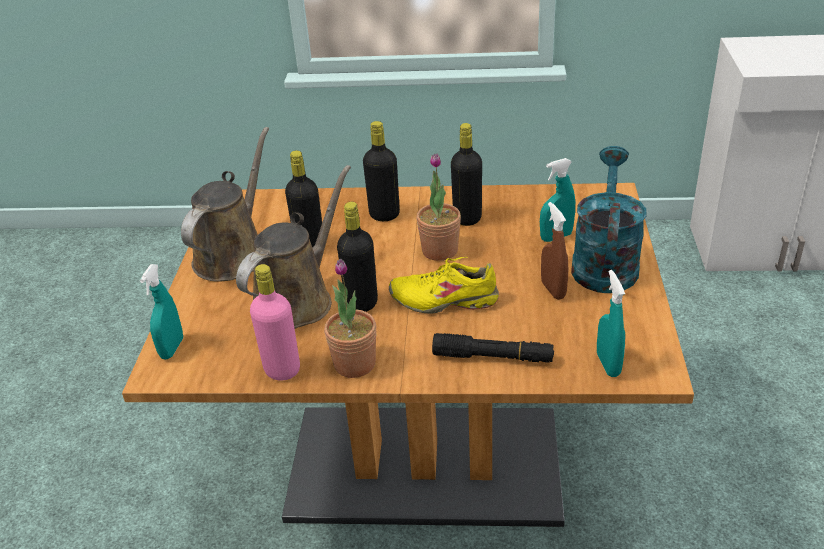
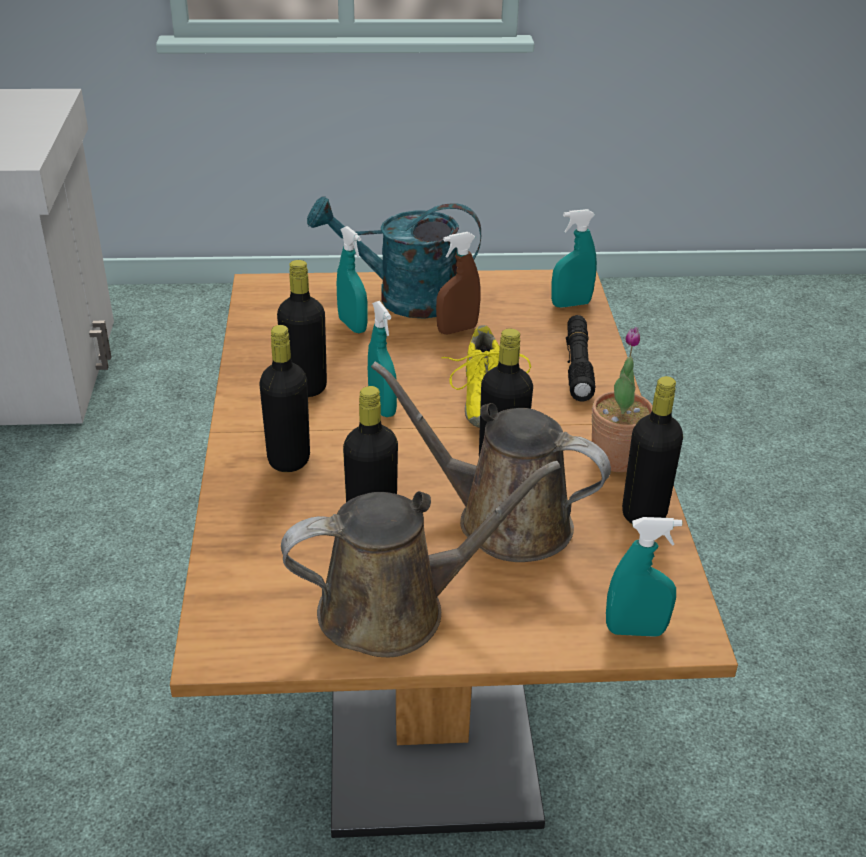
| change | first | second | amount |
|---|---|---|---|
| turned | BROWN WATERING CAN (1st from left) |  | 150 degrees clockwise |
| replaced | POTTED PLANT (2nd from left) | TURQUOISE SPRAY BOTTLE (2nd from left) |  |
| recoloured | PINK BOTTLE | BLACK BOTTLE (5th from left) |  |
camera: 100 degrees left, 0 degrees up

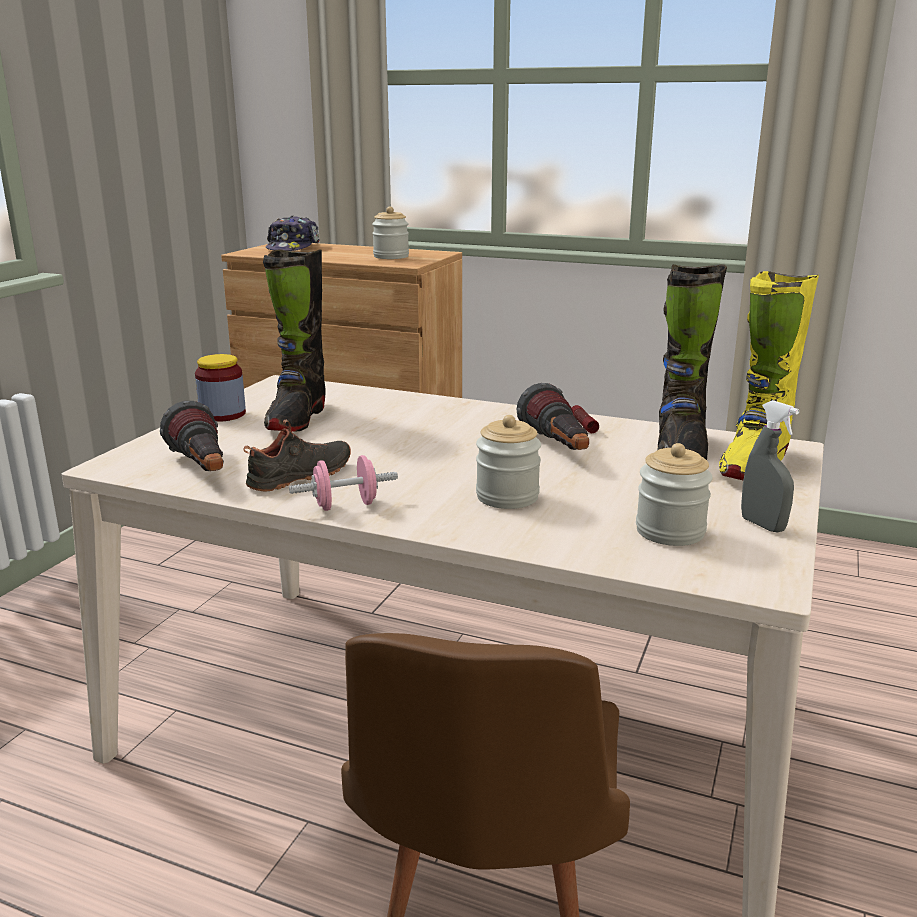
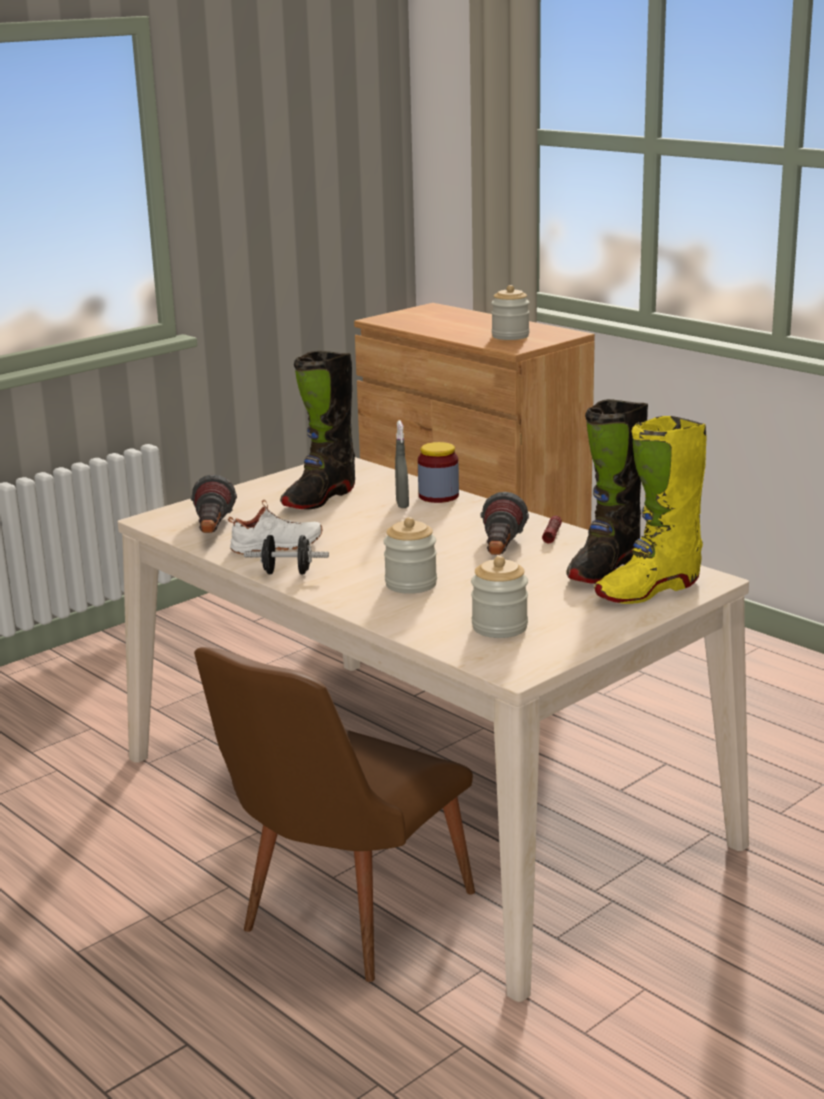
| change | first | second | amount |
|---|---|---|---|
| recoloured | BLACK SHOE | WHITE SHOE |  |
| recoloured | PINK DUMBBELL | BLACK DUMBBELL |  |
| moved | GREY SPRAY BOTTLE |  |  |
| moved | JAR (1st from left in the first image) | JAR (2nd from left) |  |
| removed | CAP |  |  |
camera: 25 degrees right, 0 degrees up

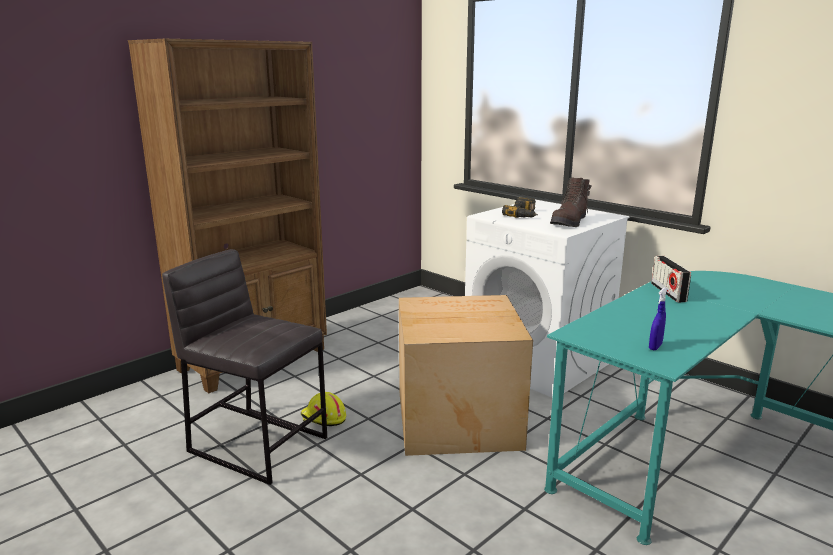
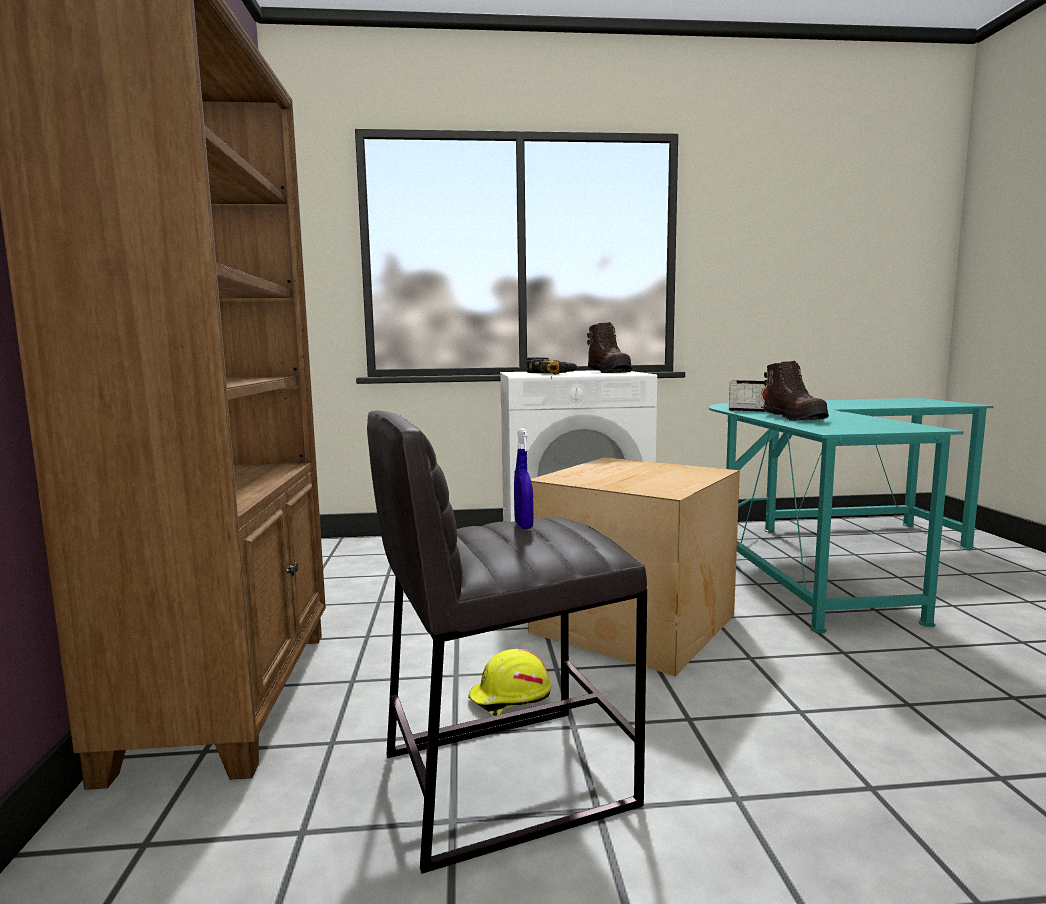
| change | first | second | amount |
|---|---|---|---|
| moved | BLUE SPRAY BOTTLE |  |  |
| added |  | BROWN BOOT (2nd from left) |  |
camera: 50 degrees left, 10 degrees down

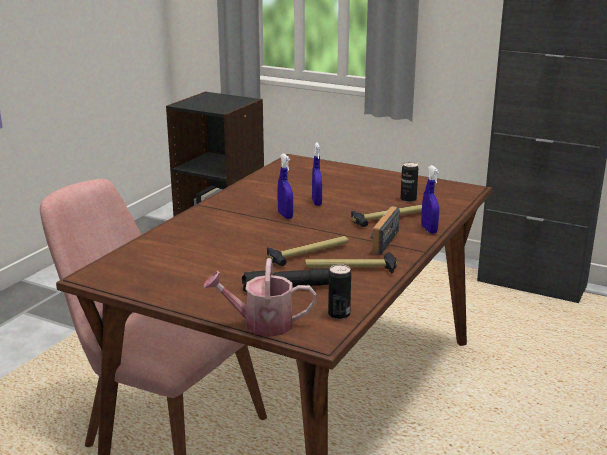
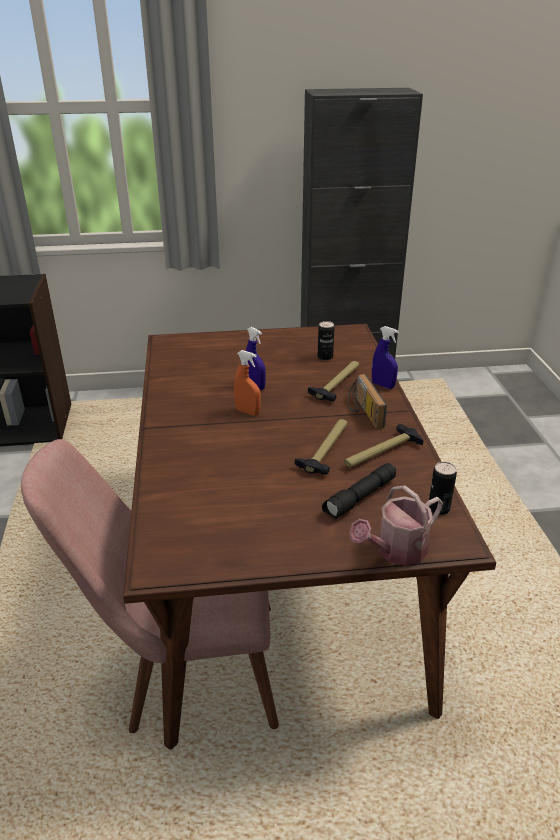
| change | first | second | amount |
|---|---|---|---|
| recoloured | BLUE SPRAY BOTTLE (1st from left) | ORANGE SPRAY BOTTLE |  |
camera: 35 degrees left, 10 degrees up

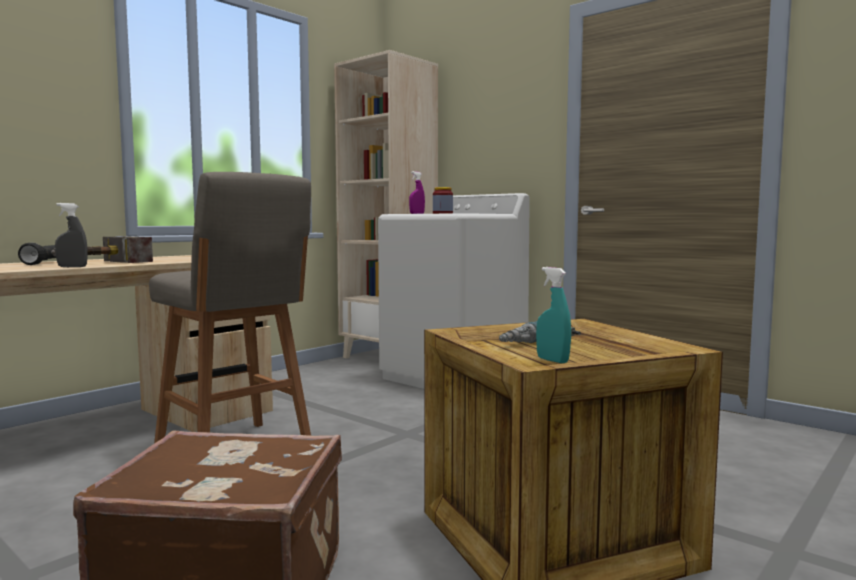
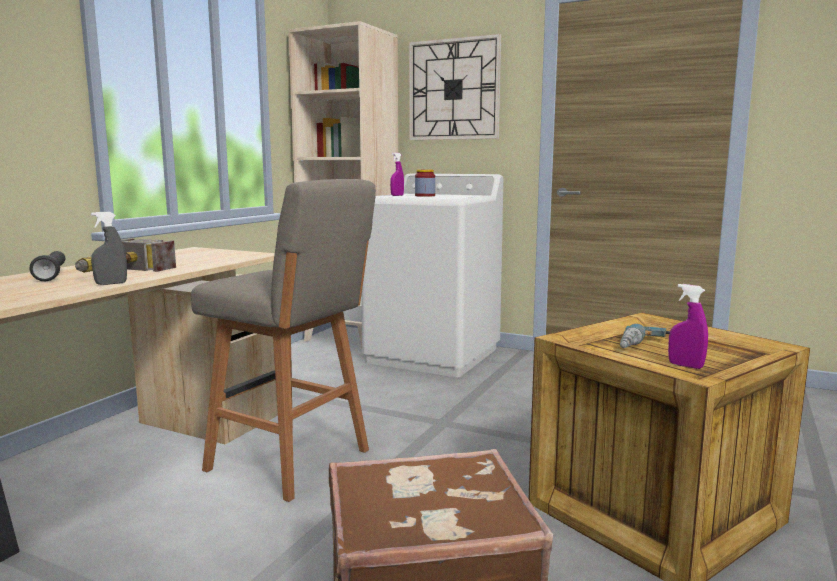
| change | first | second | amount |
|---|---|---|---|
| added |  | WALL CLOCK |  |
| recoloured | TURQUOISE SPRAY BOTTLE | PURPLE SPRAY BOTTLE (2nd from left) |  |
camera: 15 degrees left, 5 degrees up

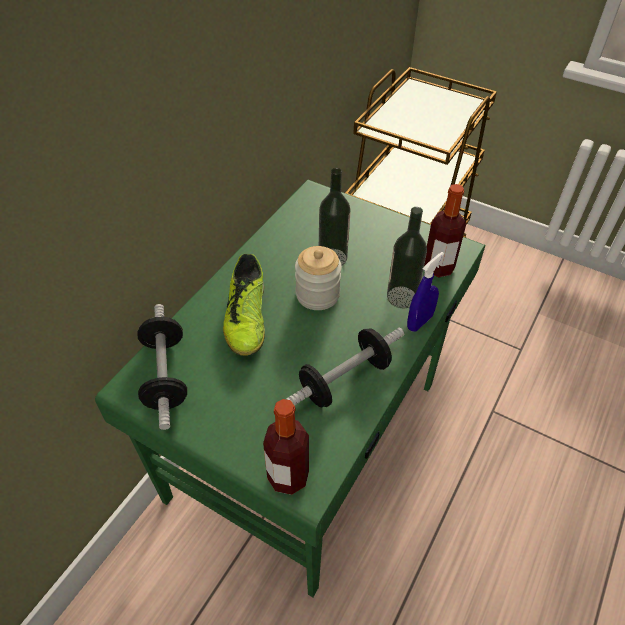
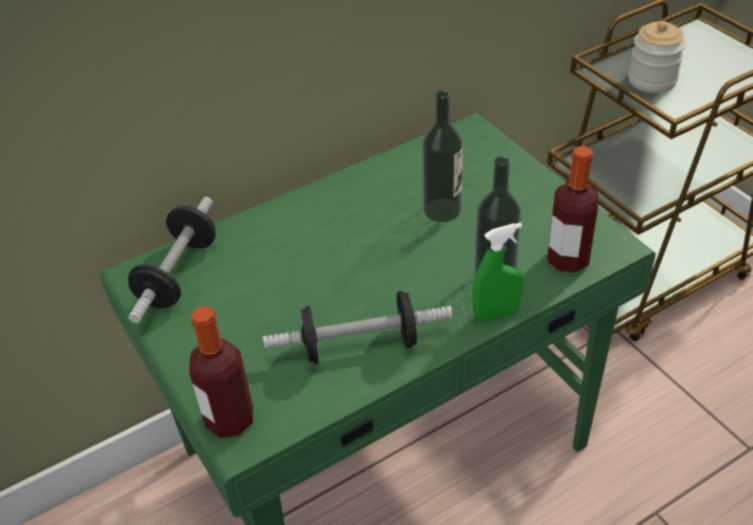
| change | first | second | amount |
|---|---|---|---|
| recoloured | BLUE SPRAY BOTTLE | GREEN SPRAY BOTTLE |  |
| moved | JAR |  |  |
| removed | SHOE |  |  |
camera: 30 degrees right, 5 degrees down

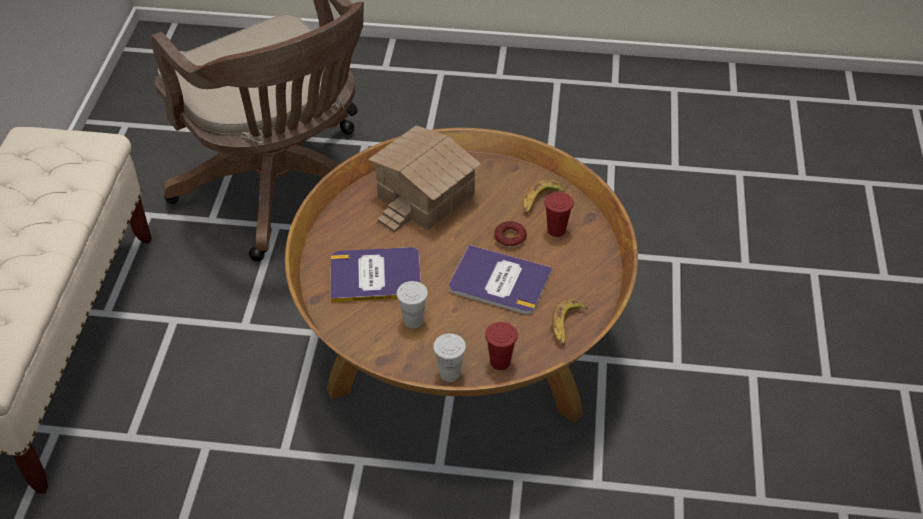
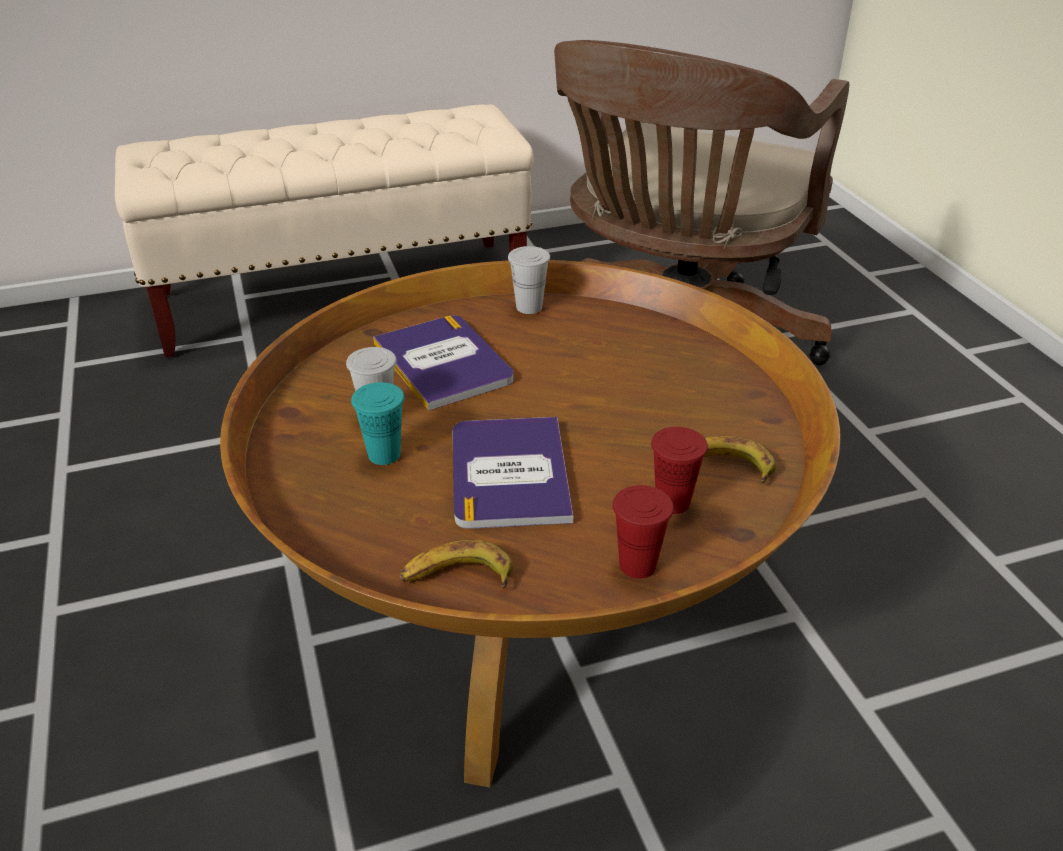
| change | first | second | amount |
|---|---|---|---|
| added |  | TURQUOISE CUP |  |
| moved | WHITE CUP (2nd from left) |  |  |
| moved | RED CUP (1st from left) |  |  |
| removed | TOY HOUSE |  |  |
| removed | DONUT |  |  |
camera: 65 degrees right, 10 degrees down

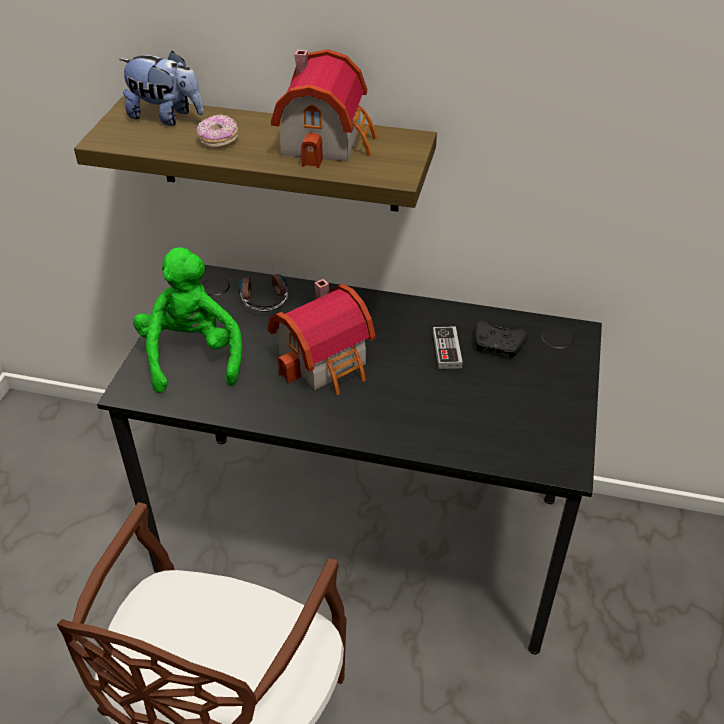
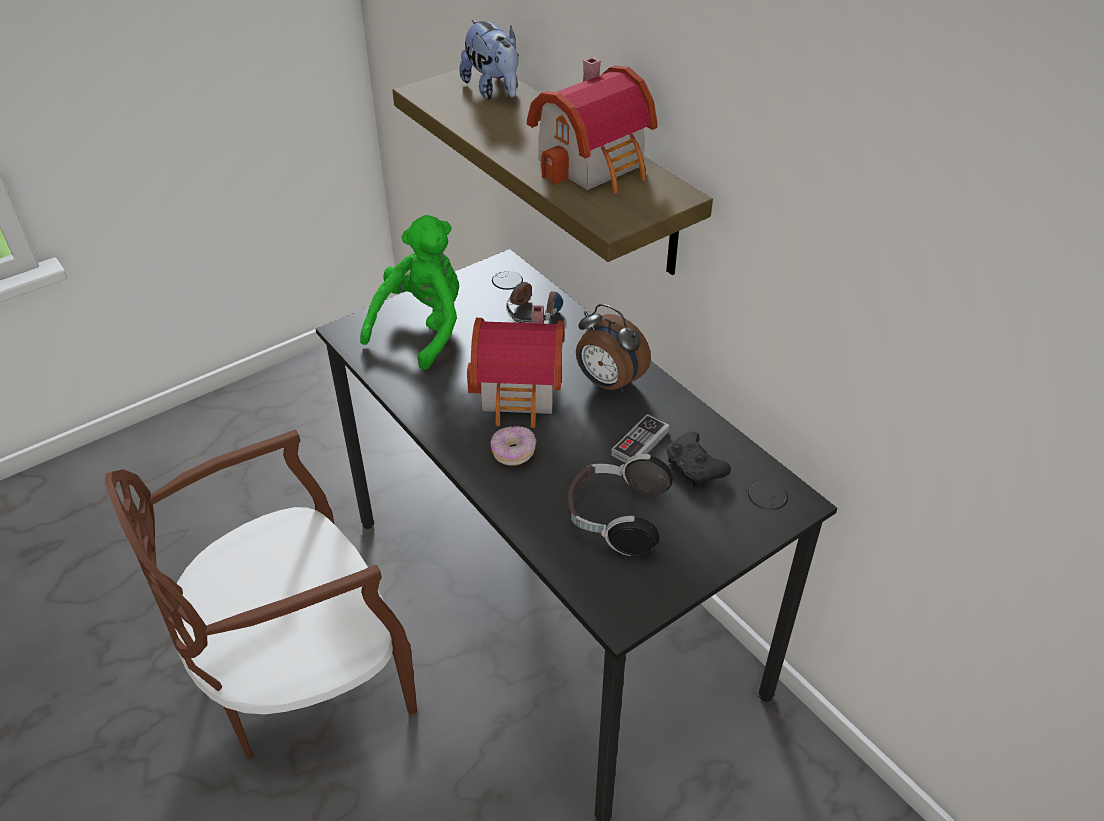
| change | first | second | amount |
|---|---|---|---|
| moved | DONUT |  |  |
| added |  | HEADPHONES (2nd from left) |  |
| added |  | ALARM CLOCK |  |
camera: 40 degrees right, 0 degrees up

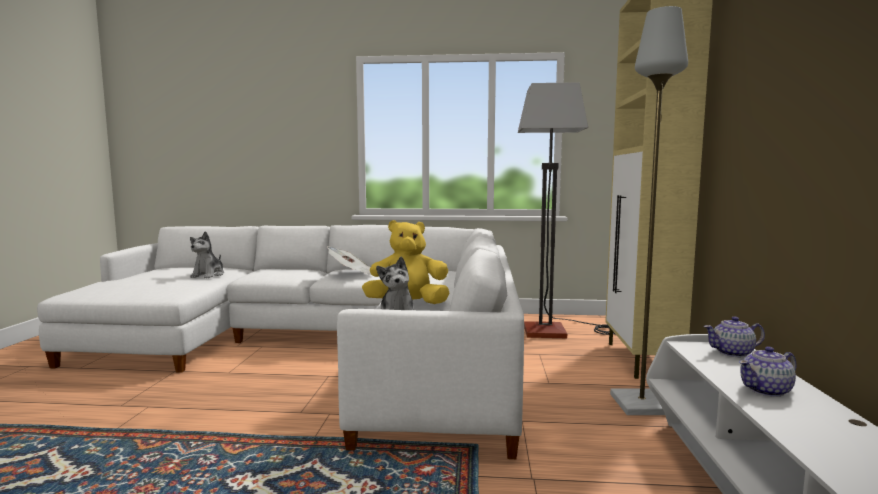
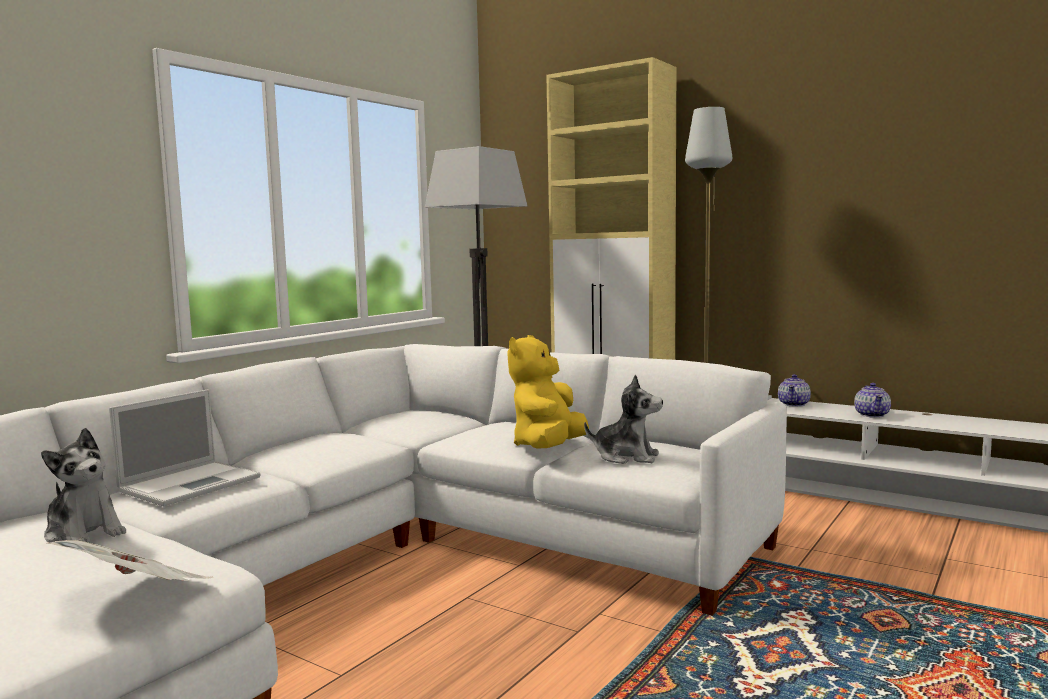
| change | first | second | amount |
|---|---|---|---|
| moved | NEWSPAPER |  |  |
| added |  | LAPTOP |  |
camera: 60 degrees left, 0 degrees up

